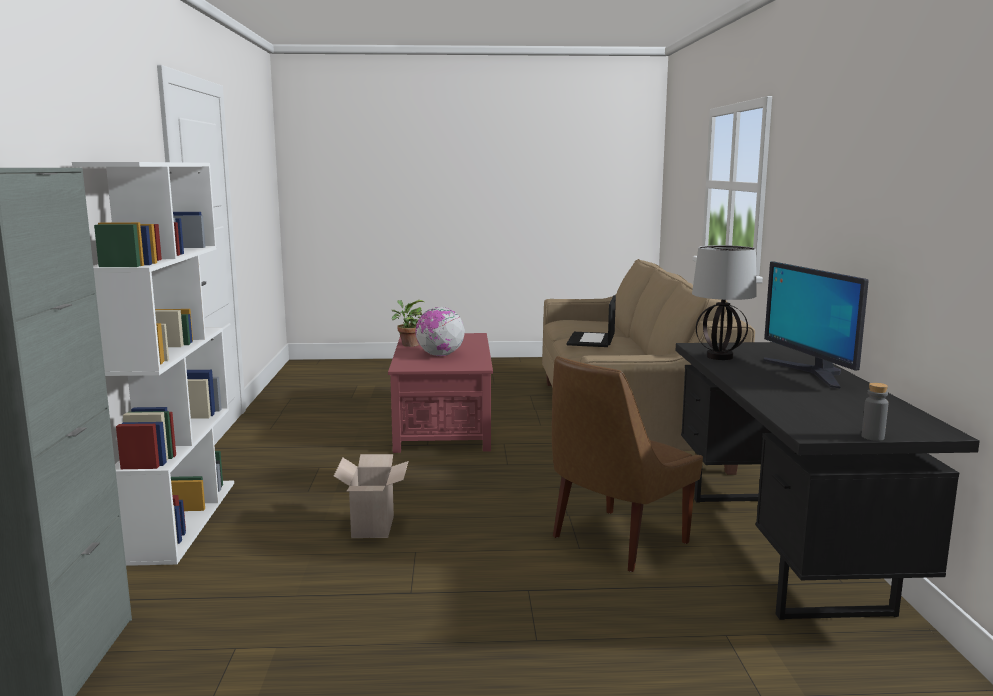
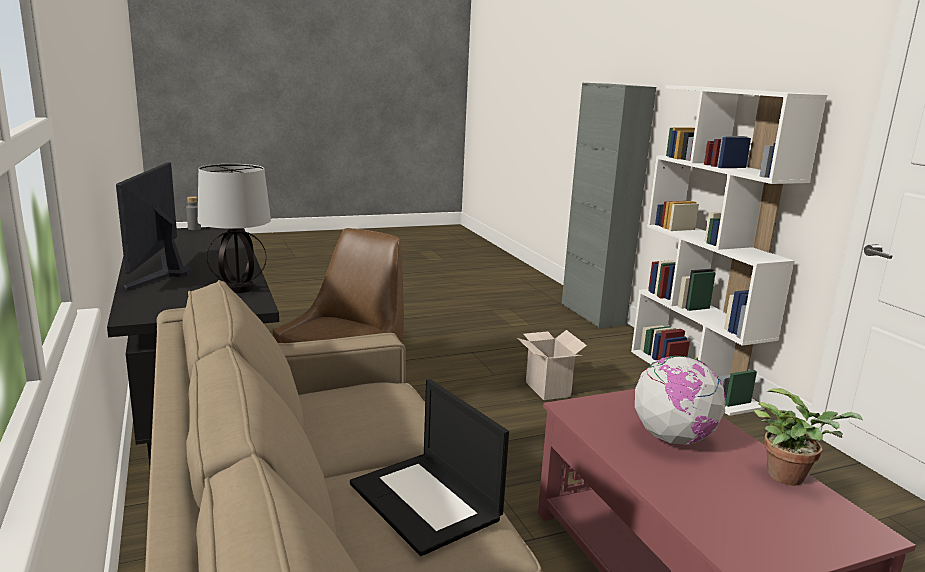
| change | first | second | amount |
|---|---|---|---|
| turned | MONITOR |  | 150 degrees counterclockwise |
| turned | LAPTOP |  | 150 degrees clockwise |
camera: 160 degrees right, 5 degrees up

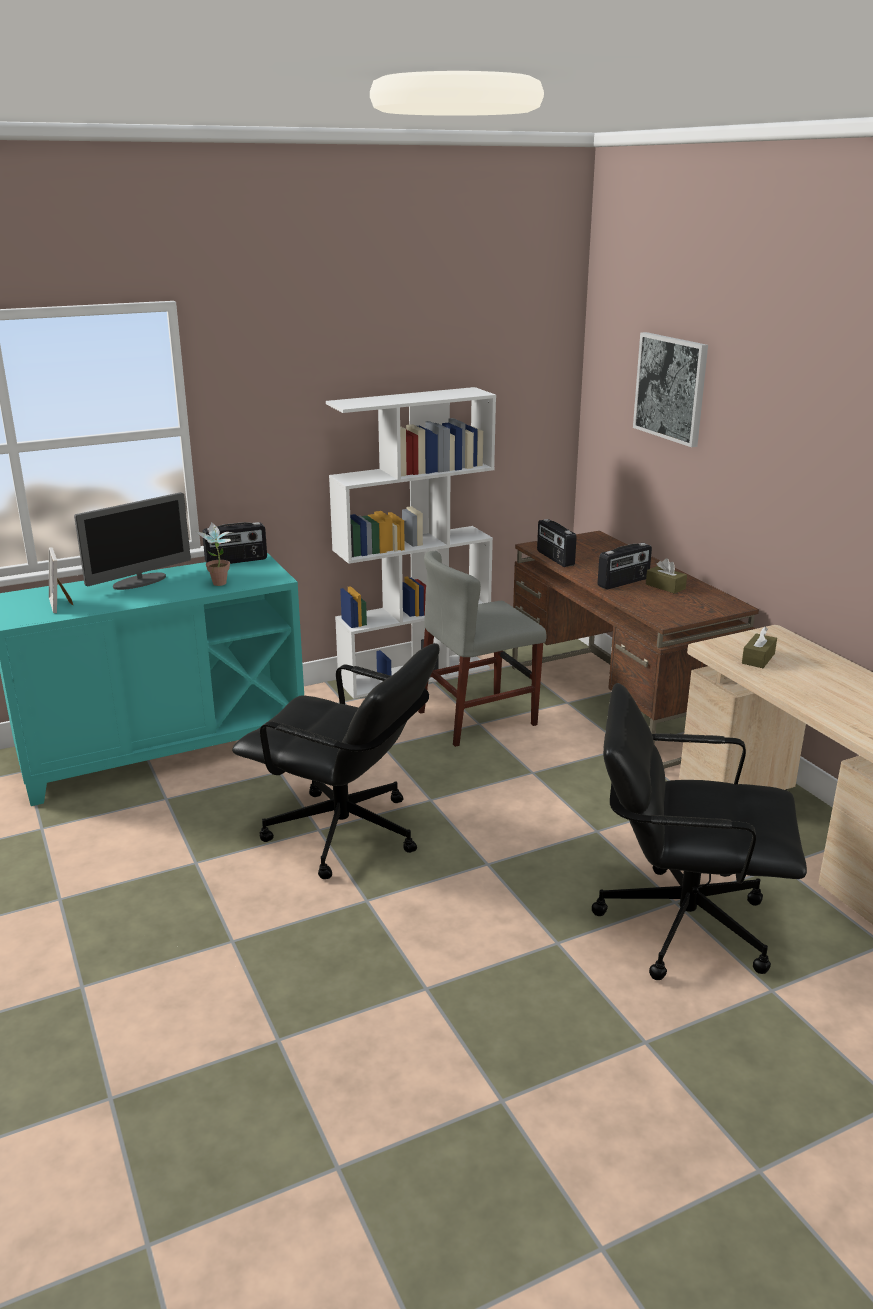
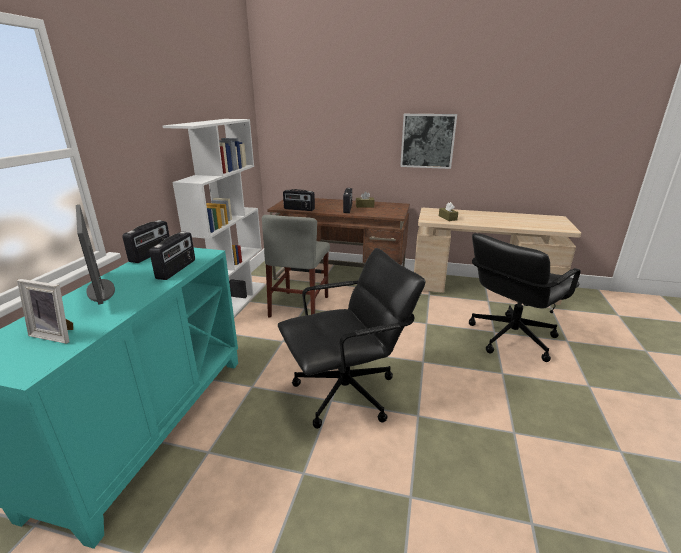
| change | first | second | amount |
|---|---|---|---|
| turned | MONITOR |  | 150 degrees clockwise |
| replaced | POTTED PLANT | RADIO (2nd from left) |  |
| moved | PICTURE |  |  |
camera: 50 degrees left, 0 degrees up

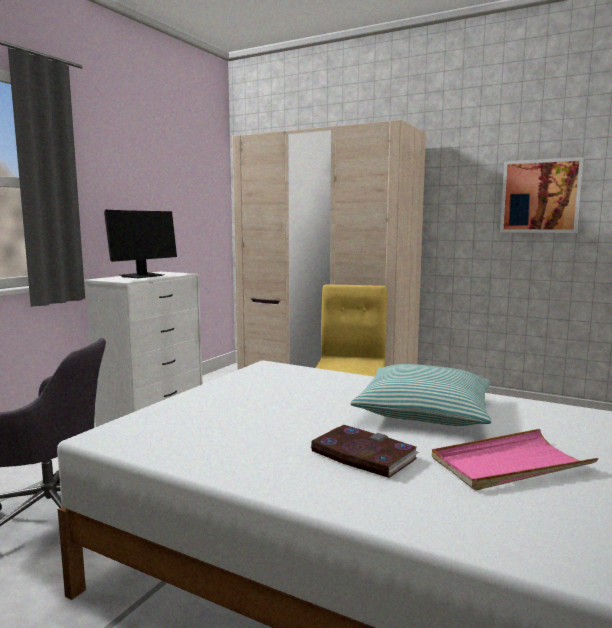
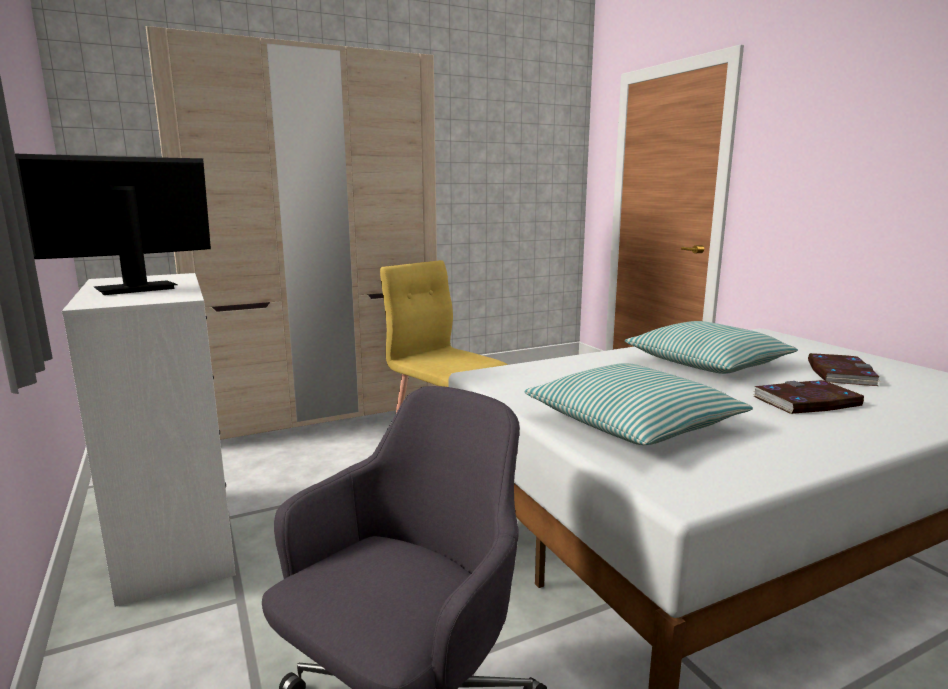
| change | first | second | amount |
|---|---|---|---|
| turned | MONITOR |  | 105 degrees counterclockwise |
| added |  | PILLOW (1st from left) |  |
| replaced | PINK TRAY | BOOK (2nd from left) |  |
| removed | PICTURE |  |  |
camera: 55 degrees left, 5 degrees up

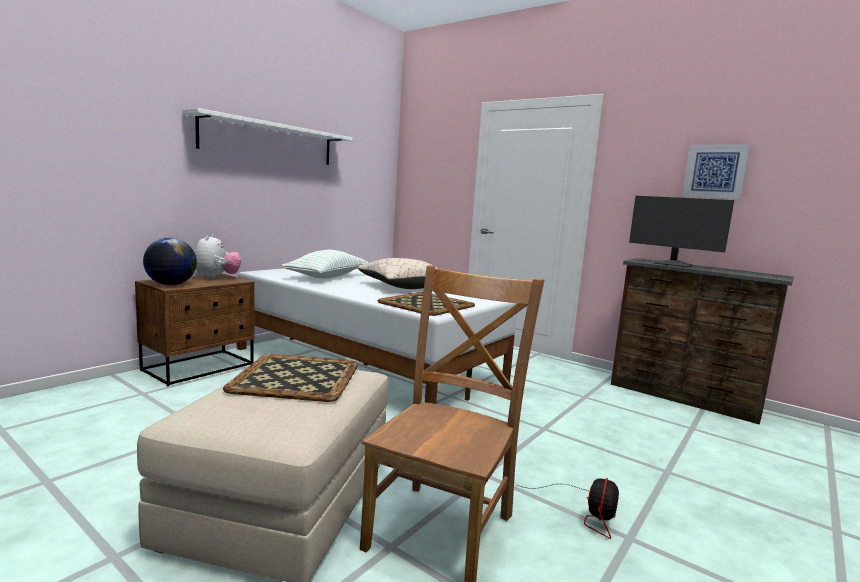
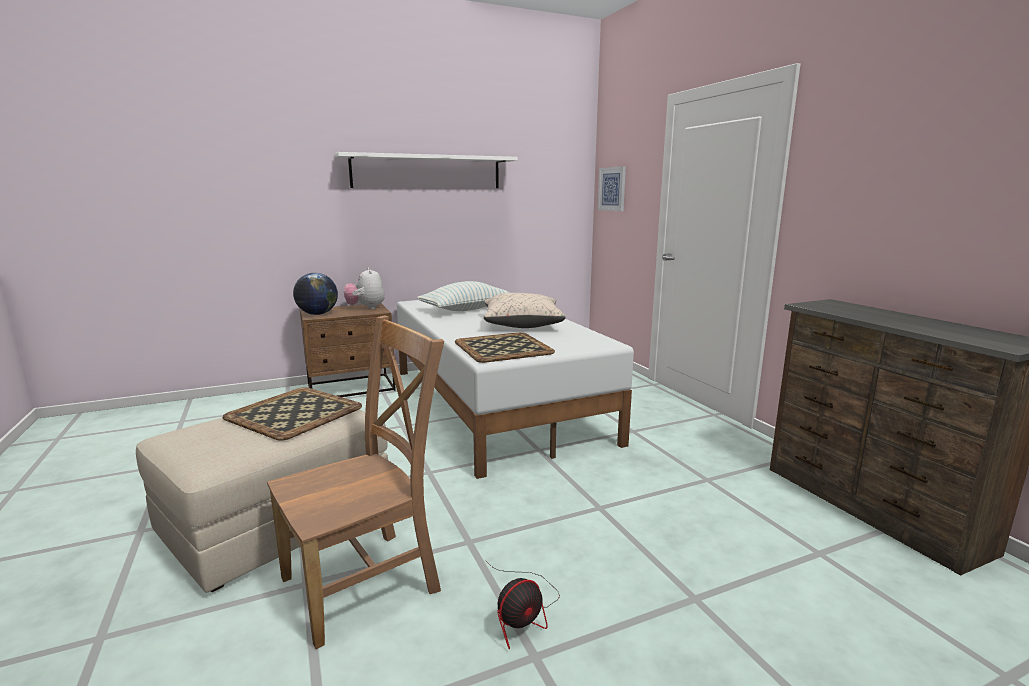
| change | first | second | amount |
|---|---|---|---|
| turned | PLUSH TOY |  | 135 degrees clockwise |
| moved | PICTURE |  |  |
| removed | MONITOR |  |  |
camera: 30 degrees right, 5 degrees up

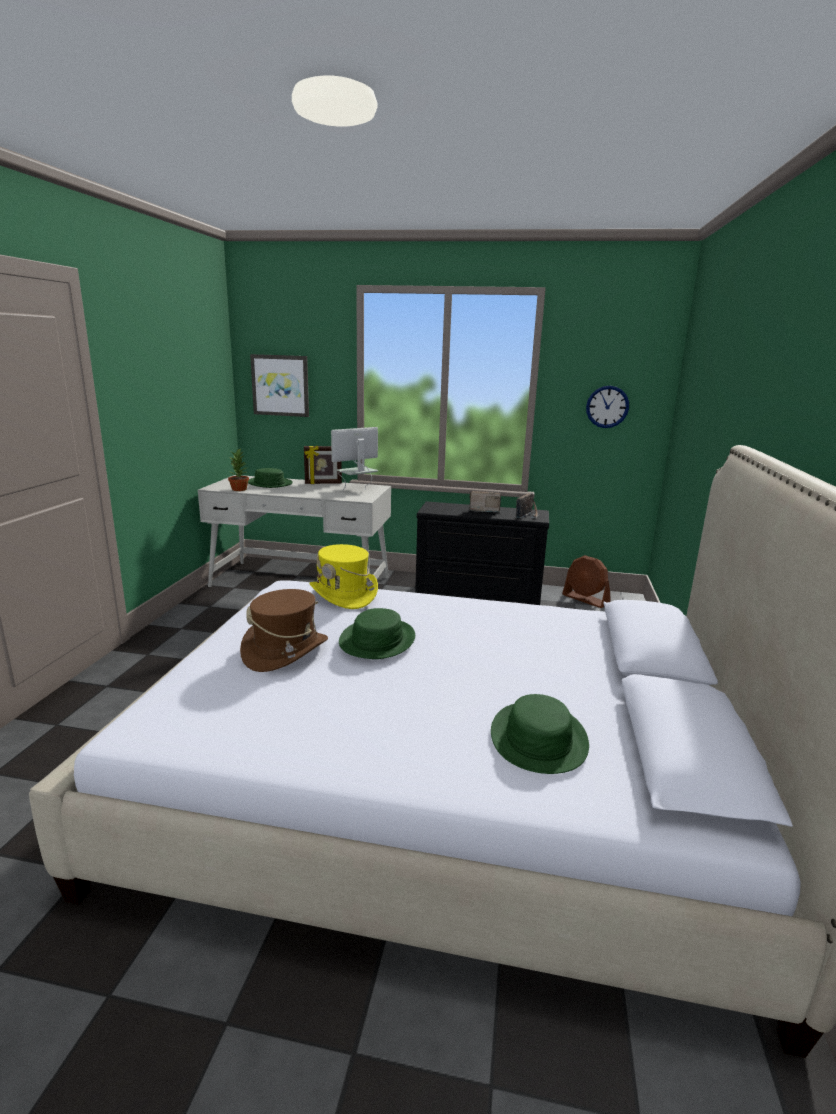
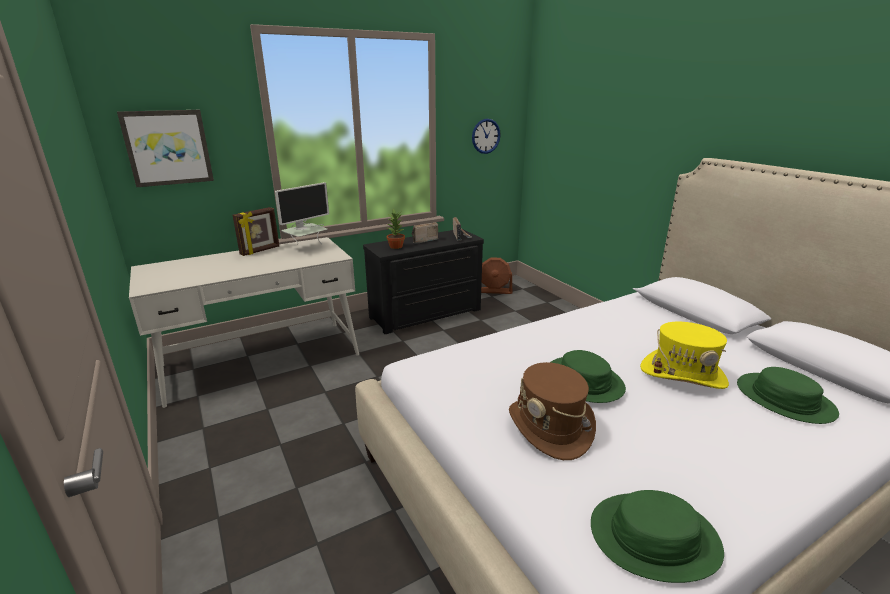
| change | first | second | amount |
|---|---|---|---|
| turned | MONITOR |  | 150 degrees counterclockwise |
| moved | POTTED PLANT |  |  |
| moved | GREEN HAT (1st from left in the first image) | GREEN HAT (2nd from left) |  |
| moved | YELLOW HAT |  |  |
camera: 40 degrees left, 5 degrees up

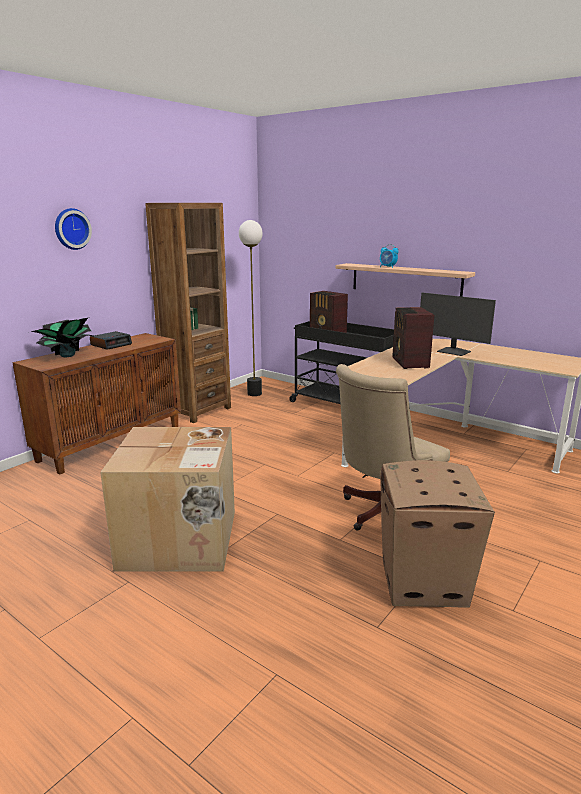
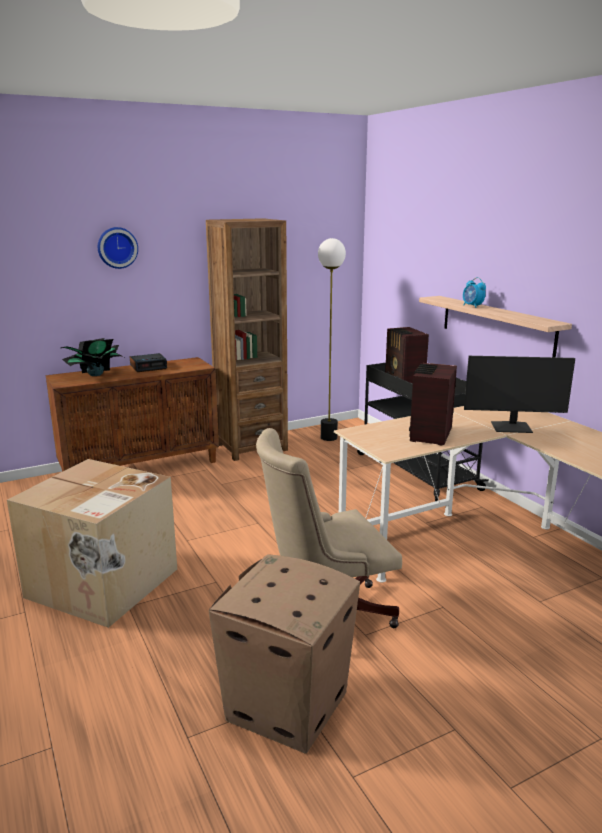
| change | first | second | amount |
|---|---|---|---|
| turned | MONITOR |  | 60 degrees counterclockwise |
camera: 25 degrees right, 0 degrees up

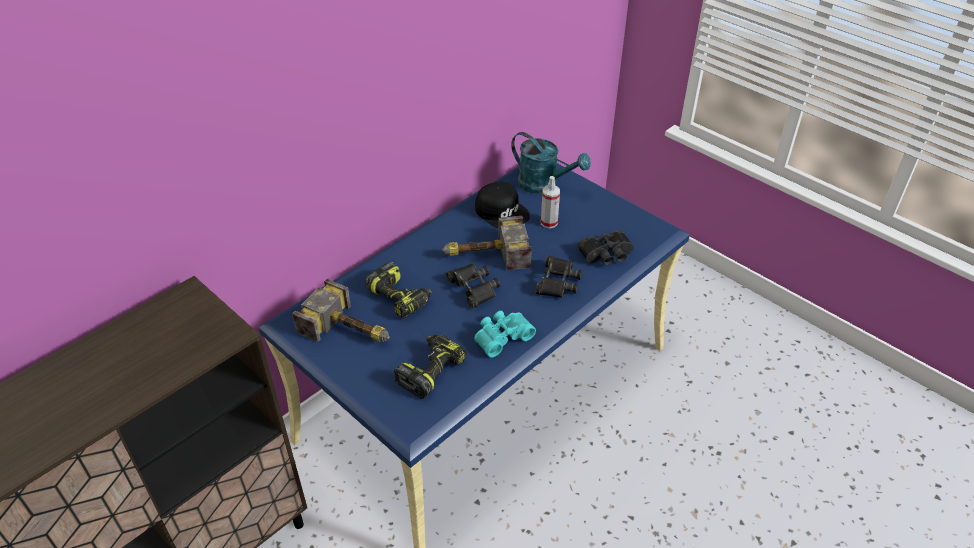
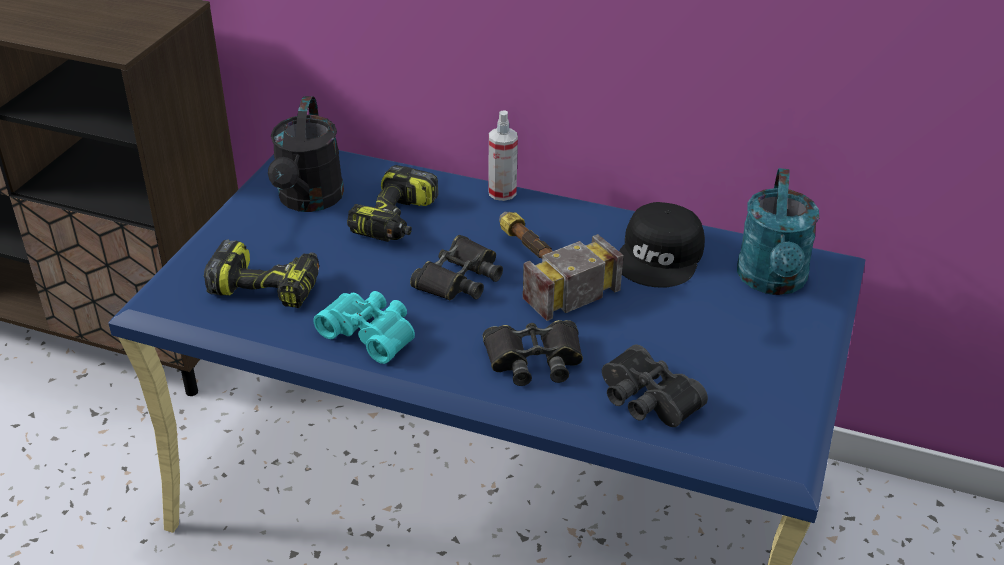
| change | first | second | amount |
|---|---|---|---|
| replaced | HAMMER (1st from left) | BLACK WATERING CAN |  |
| moved | SPRAY BOTTLE |  |  |
camera: 65 degrees right, 5 degrees down

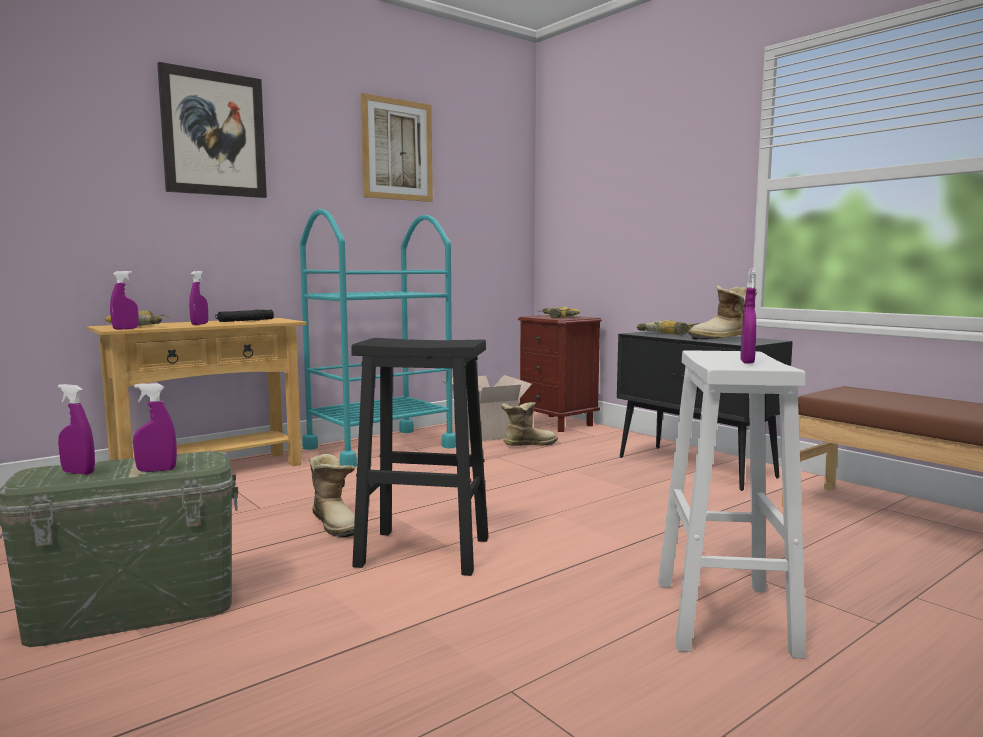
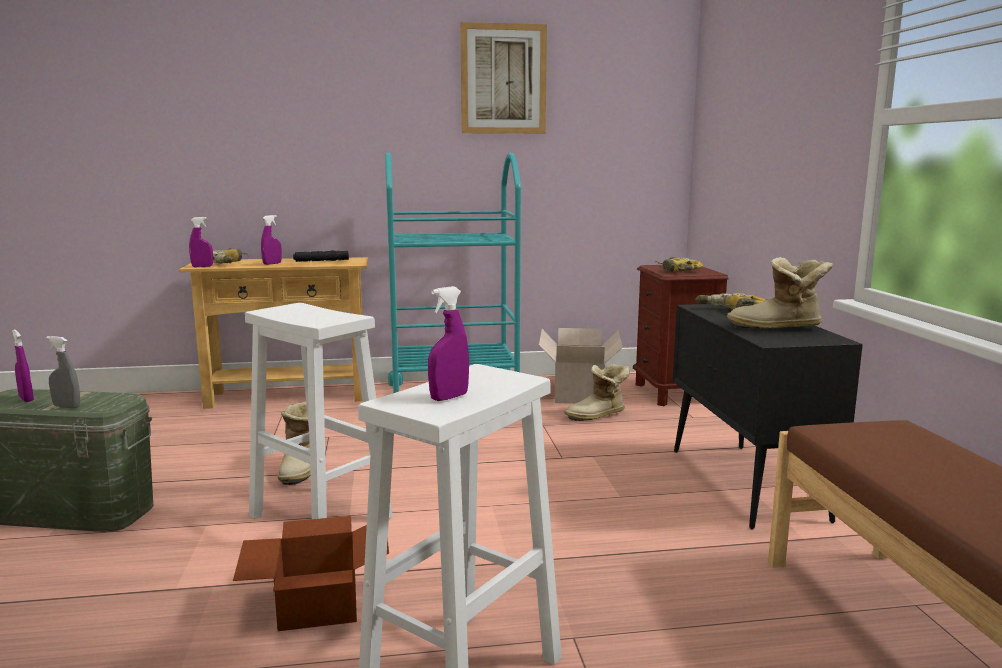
| change | first | second | amount |
|---|---|---|---|
| recoloured | PURPLE SPRAY BOTTLE (3rd from left) | GREY SPRAY BOTTLE |  |
| added |  | CARDBOARD BOX (1st from left) |  |
| recoloured | BLACK STOOL | WHITE STOOL (1st from left) |  |
| turned | BOOT (2nd from left) |  | 150 degrees clockwise |
| removed | PICTURE (1st from left) |  |  |
camera: 30 degrees right, 5 degrees up

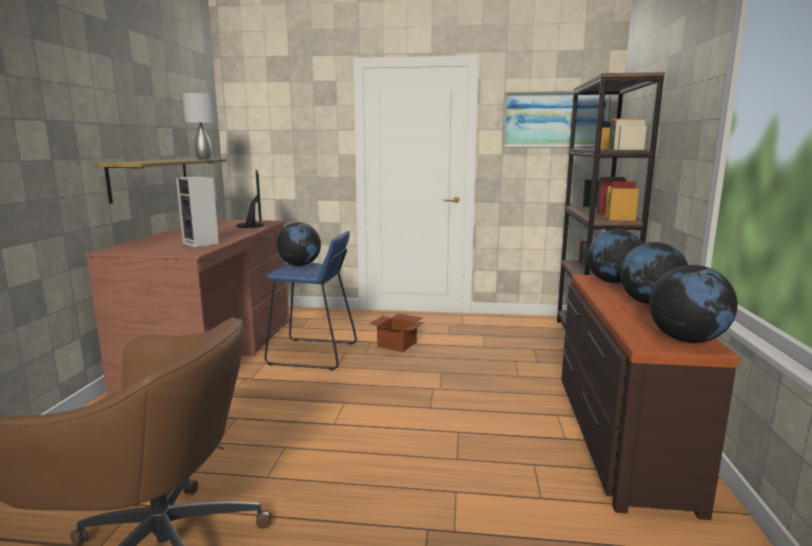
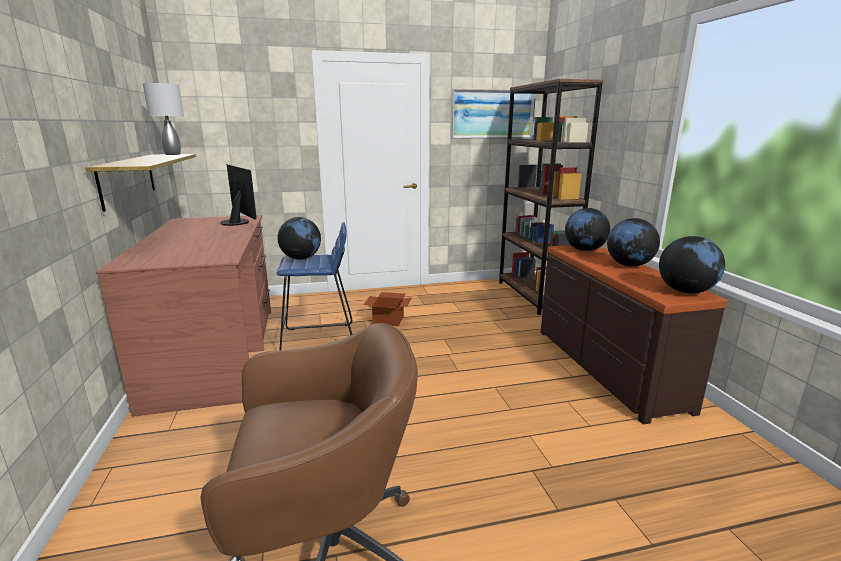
| change | first | second | amount |
|---|---|---|---|
| removed | SPEAKER |  |  |
camera: 20 degrees left, 5 degrees up

